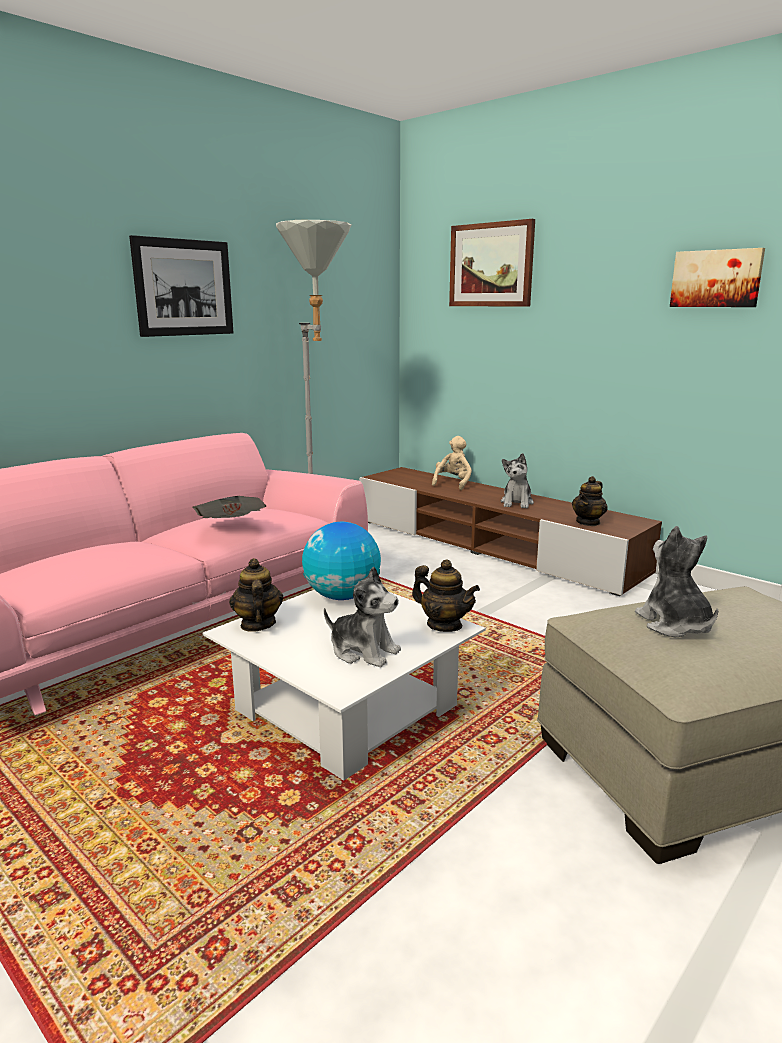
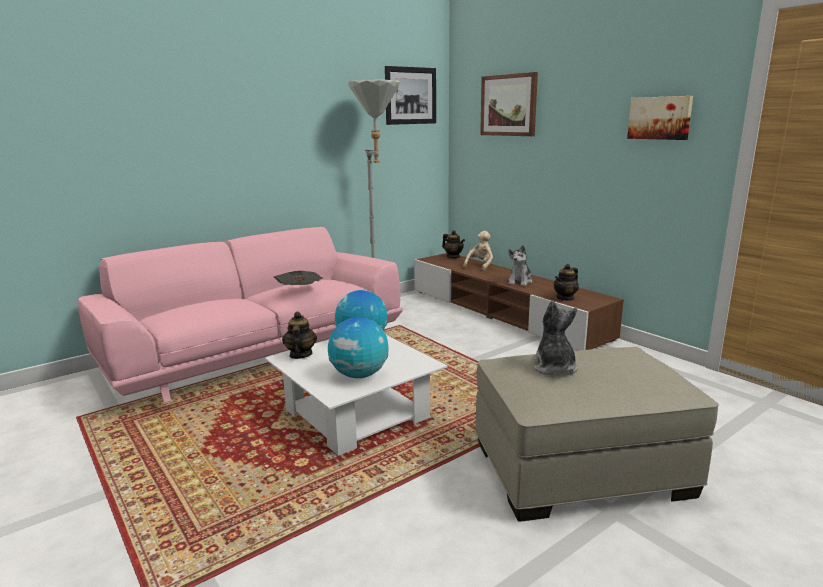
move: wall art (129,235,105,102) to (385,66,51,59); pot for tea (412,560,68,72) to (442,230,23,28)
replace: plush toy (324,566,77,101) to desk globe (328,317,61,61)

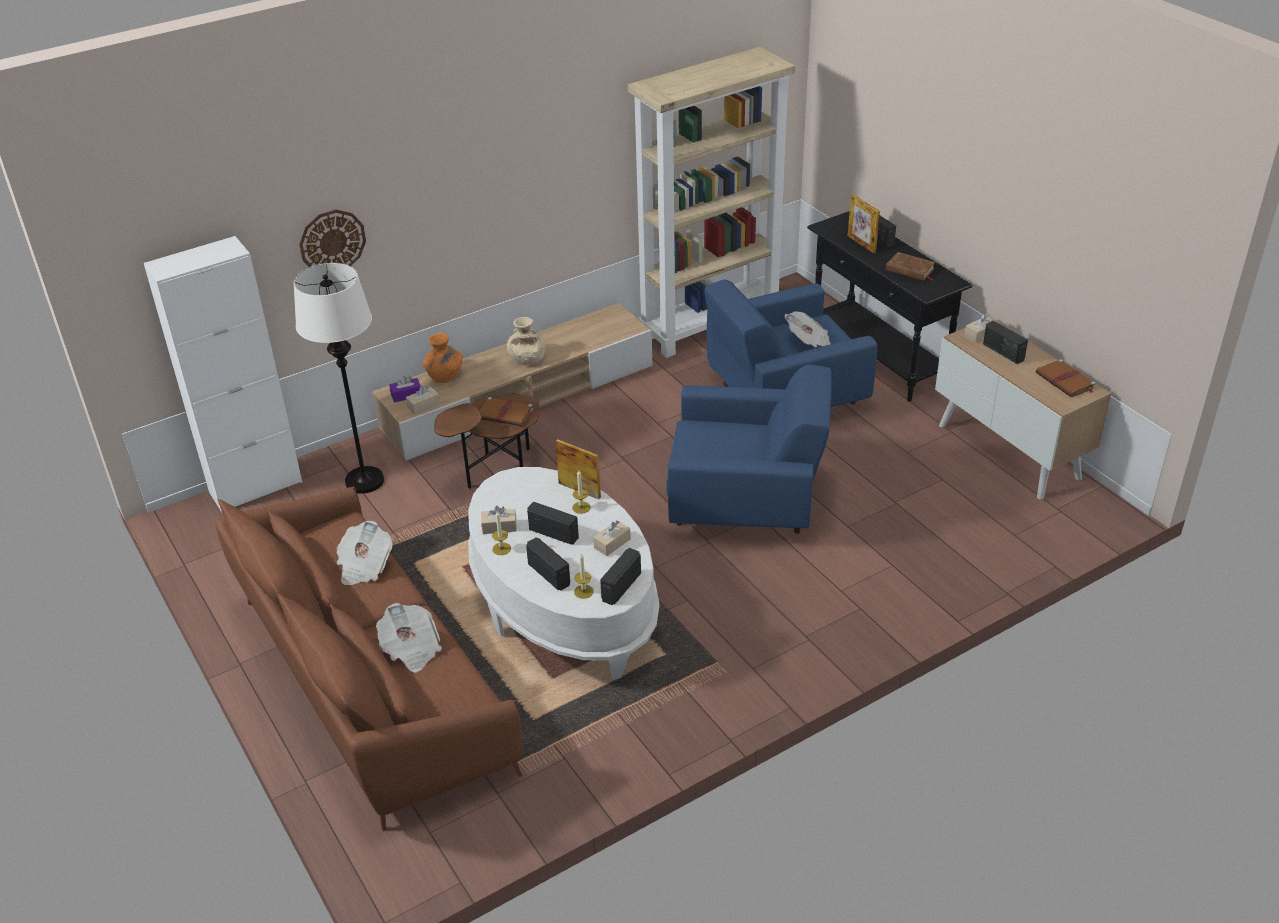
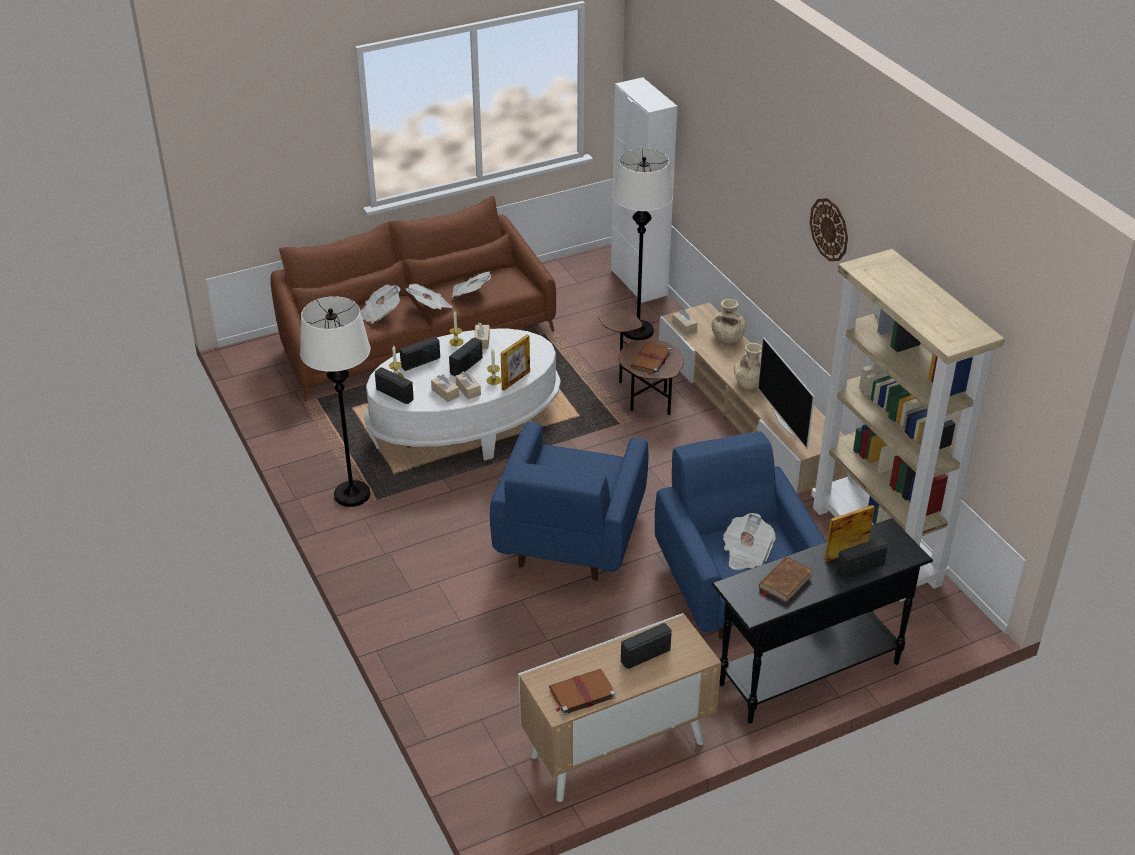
delete: tissue box/purple-coloured (389,376,32,27)
insert: standard lamp/white-coloured (300,296,70,211); printed paper (406,284,46,26); TV (758,337,57,112)
move: clock on the wall (299,209,67,58) to (810,198,38,63); tissue box/sand-coloured (964,313,34,30) to (455,371,26,28)
recolor: vase/orangey (422,333,41,50) to vase/sand-coloured (711,299,35,44)

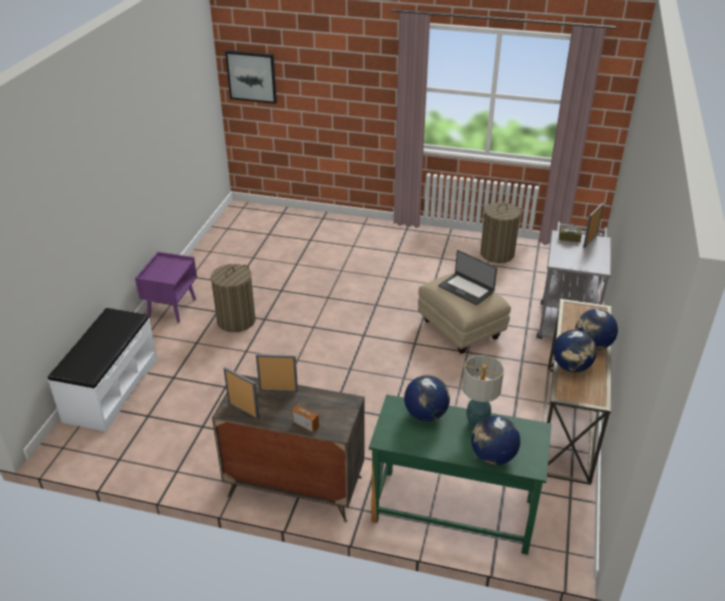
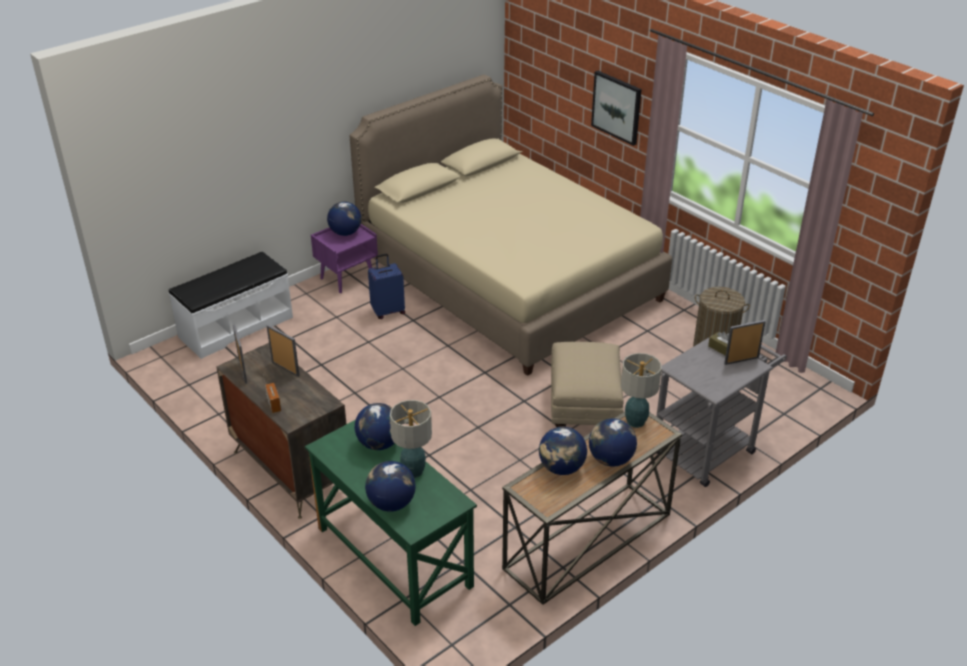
delete: notebook computer (438,250,59,55)
insert: desk globe (327,202,34,34); bedroom bed/sand-coloured (350,75,322,301); table lamp (621,353,41,75)
move: wall art (225,50,52,54) to (591,71,51,75)
replace: hamper (211,264,44,68) to travel case/blue (368,254,37,65)

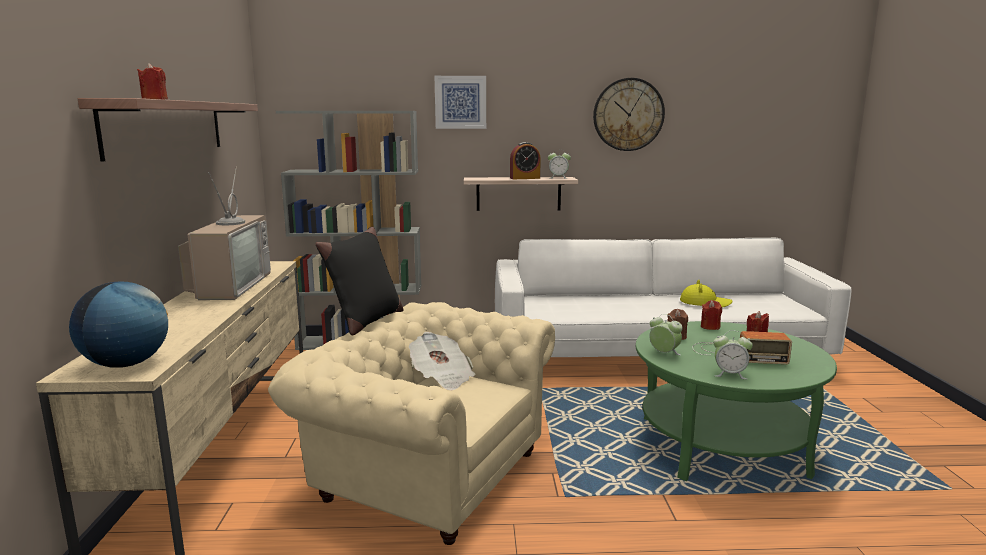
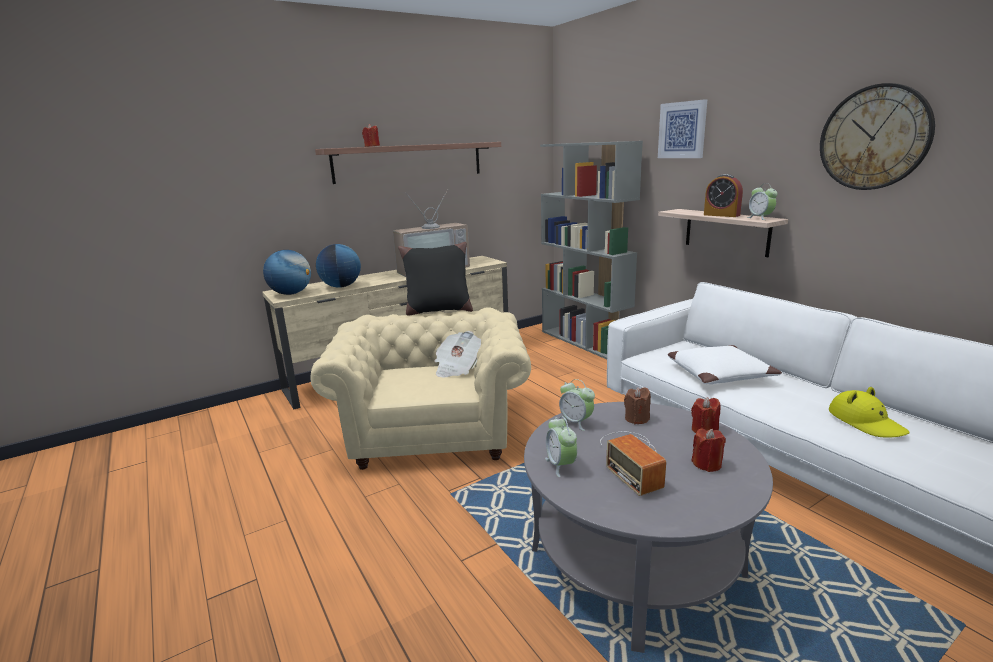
insert: desk globe (316,244,45,44); throw pillow/white-coloured (668,345,114,39)
recolor: low table/green-coloured (636,321,201,160) to low table/gray (524,402,249,251)
rotate: bedside clock (649,314,34,41) = (559,379,36,52) 120 degrees clockwise

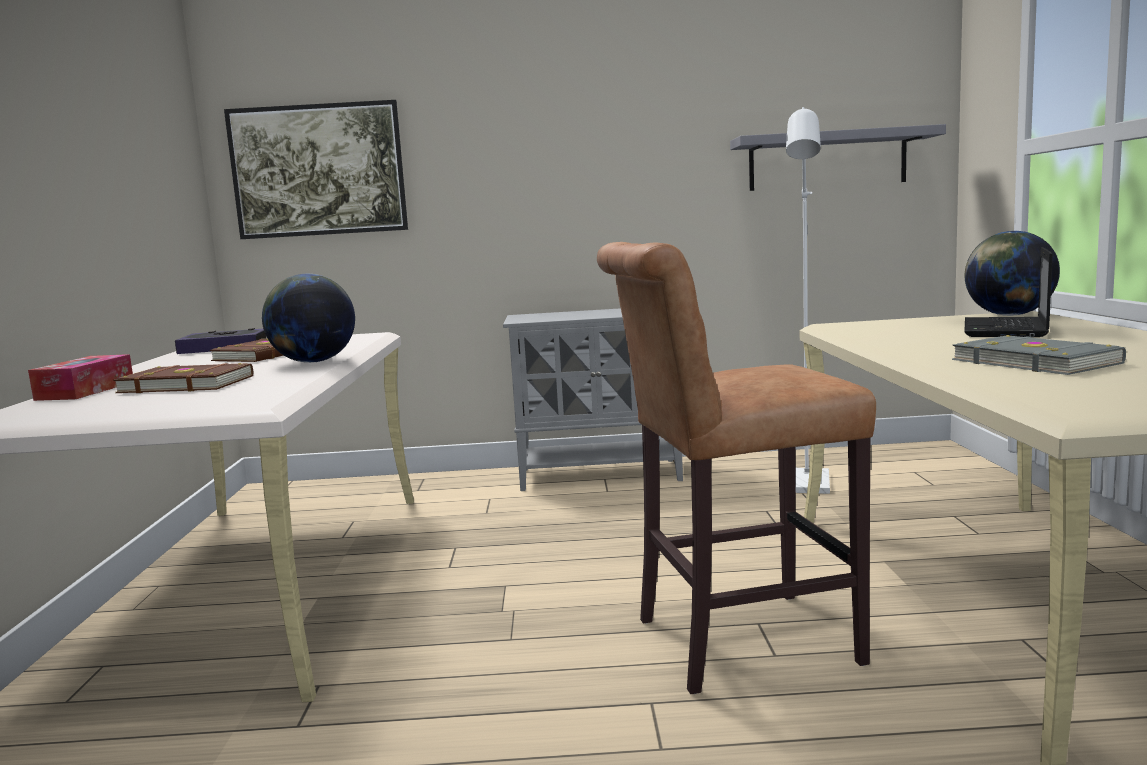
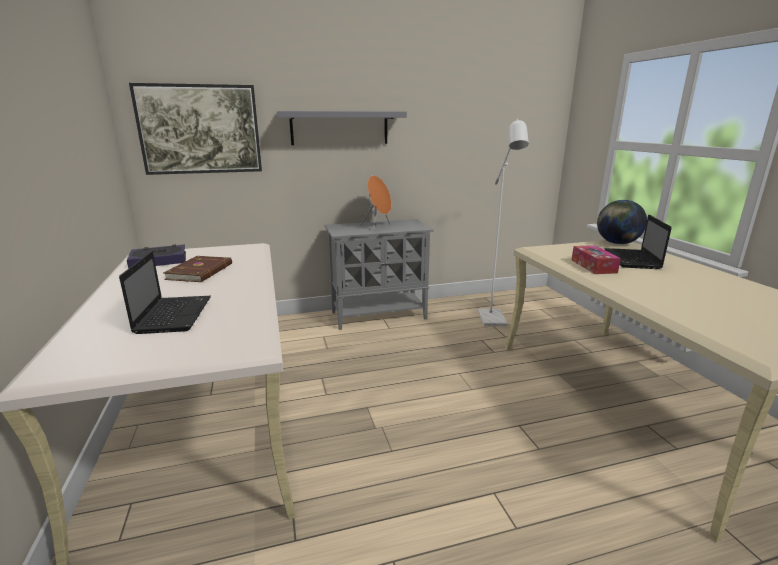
delete: desk globe (262,274,93,89); stool/brown-coloured (597,242,279,452); volume/gray (952,335,174,40)
insert: speaker/orangey (360,175,31,56)
move: tissue box (28,354,105,47) to (572,245,49,29); shelf/gray (730,124,216,67) to (277,111,130,34)
replace: volume/brown-coloured (113,363,140,30) to notebook computer (119,251,92,83)

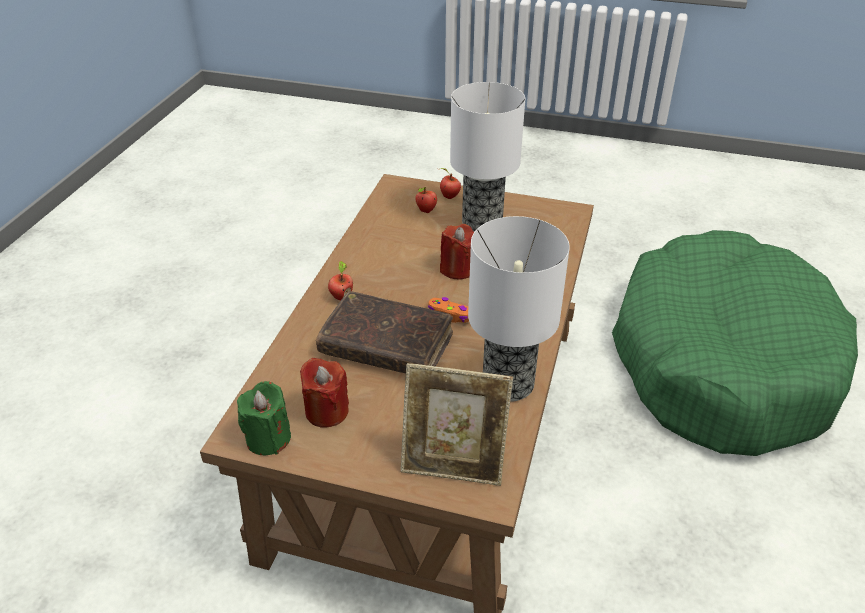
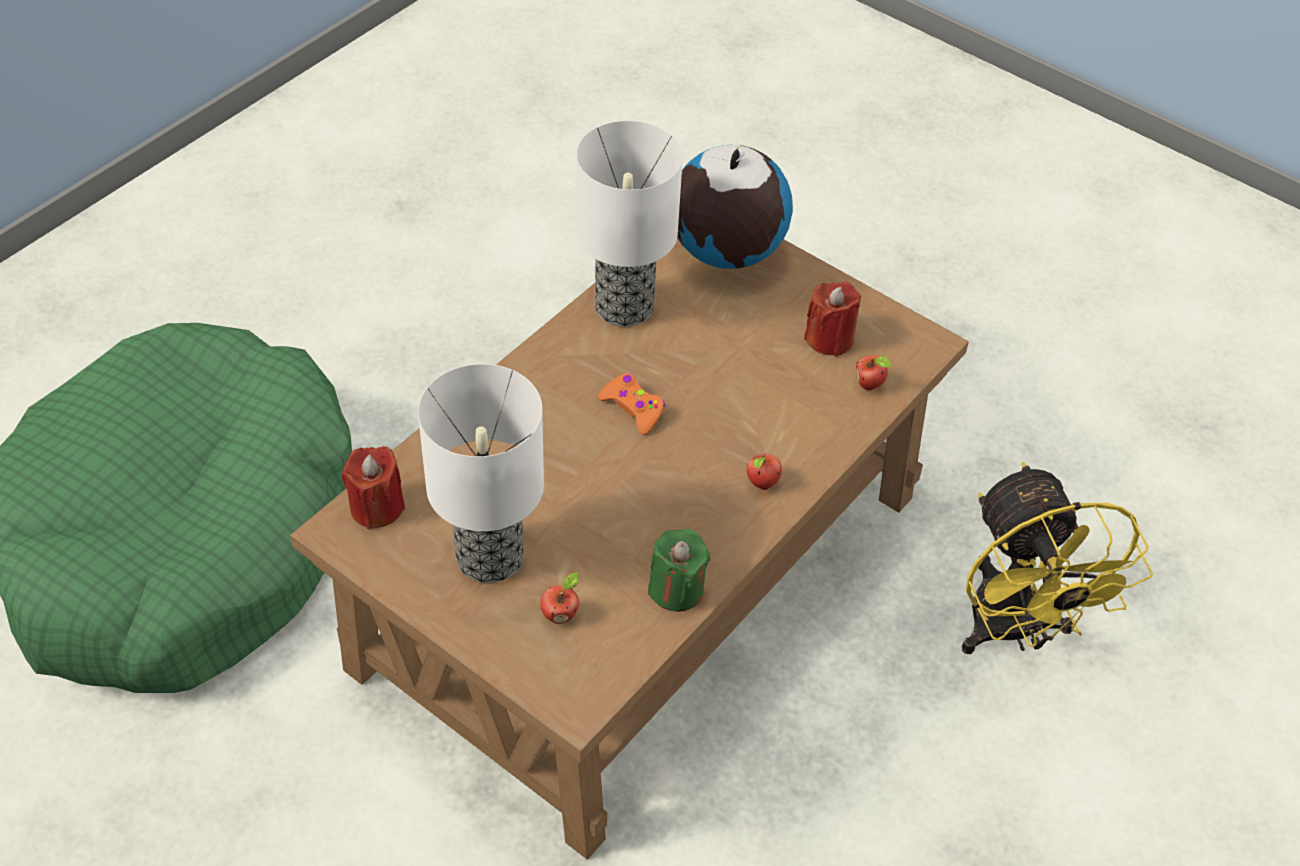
delete: volume/brown-coloured (316,291,137,82)
insert: cooling fan/yellow-coloured (961,462,192,192)
move: wax candle/green-coloured (237,381,54,74) to (648,529,62,83); apple fruit (440,168,21,31) to (856,355,36,35); wax candle/red-coloured (440,224,34,56) to (342,446,63,84)
replace: picture frame (401,363,112,123) to desk globe (677,145,116,124)

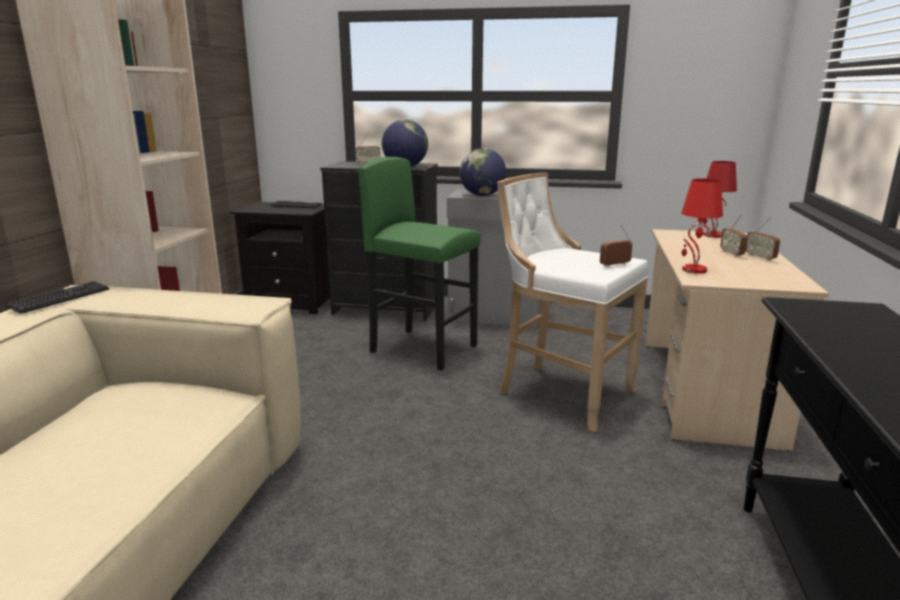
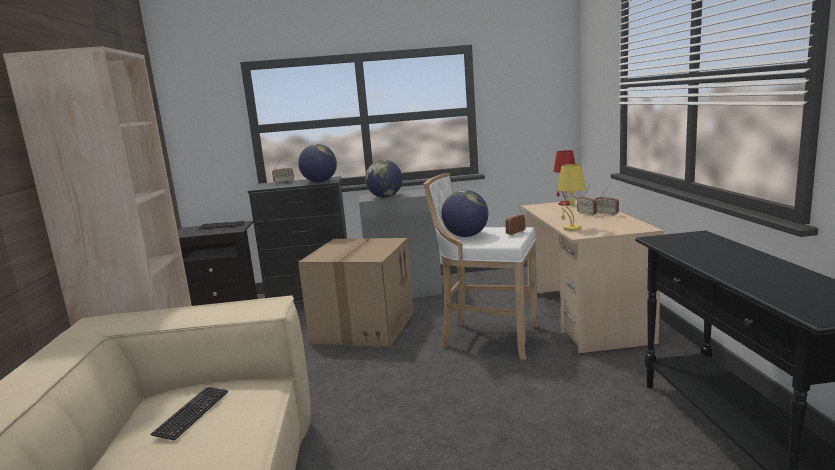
insert: desk globe (441,190,48,47)
move: computer keyboard (5,281,104,33) to (150,387,78,54)
replace: stool/green-coloured (358,157,123,214) to carton (298,238,116,109)
recolor: table lamp/red-coloured (681,178,42,96) to table lamp/yellow-coloured (557,164,29,67)

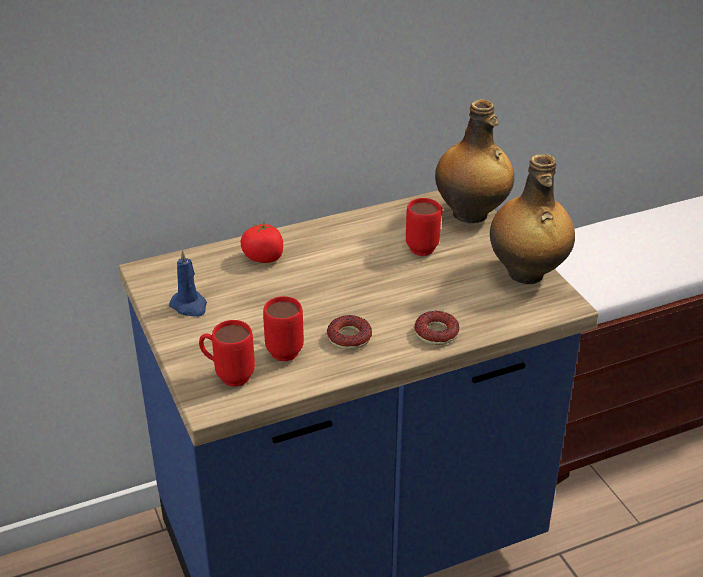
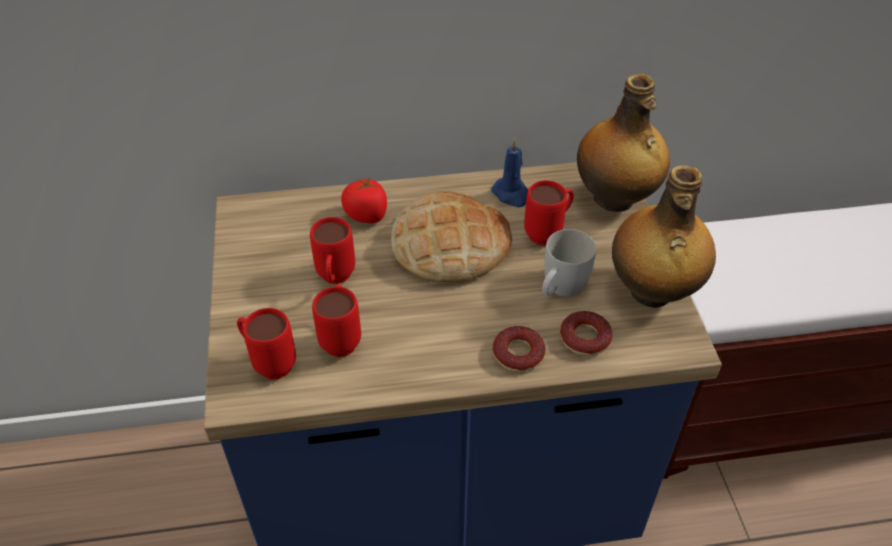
insert: coffee mug/red-coloured (310,217,45,67); baked bread (391,191,121,91); coffee mug/white-coloured (542,229,54,68)
move: wax candle/blue (169,249,38,68) to (491,138,37,70); donut (327,315,45,35) to (560,311,52,45)

